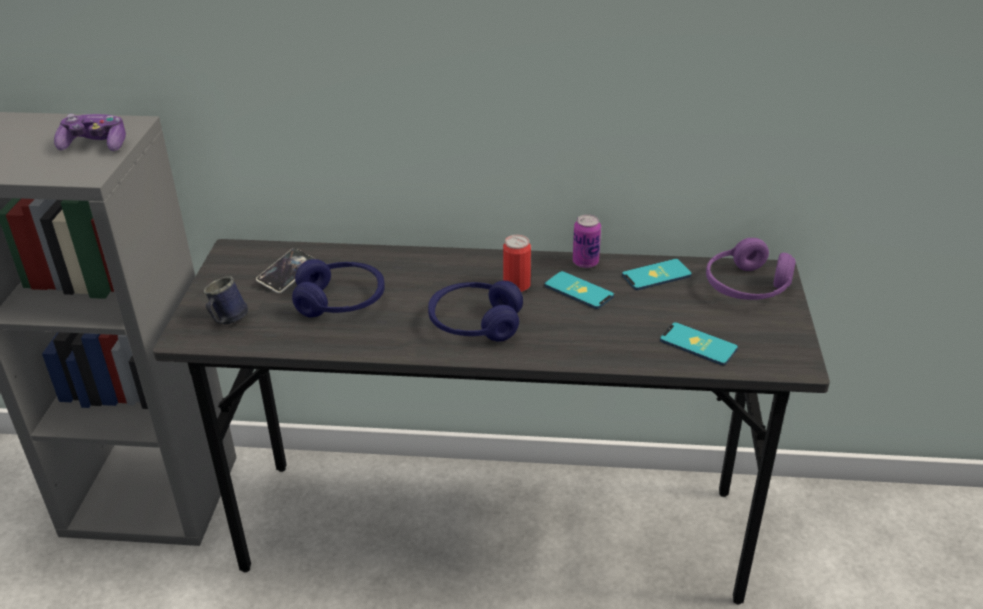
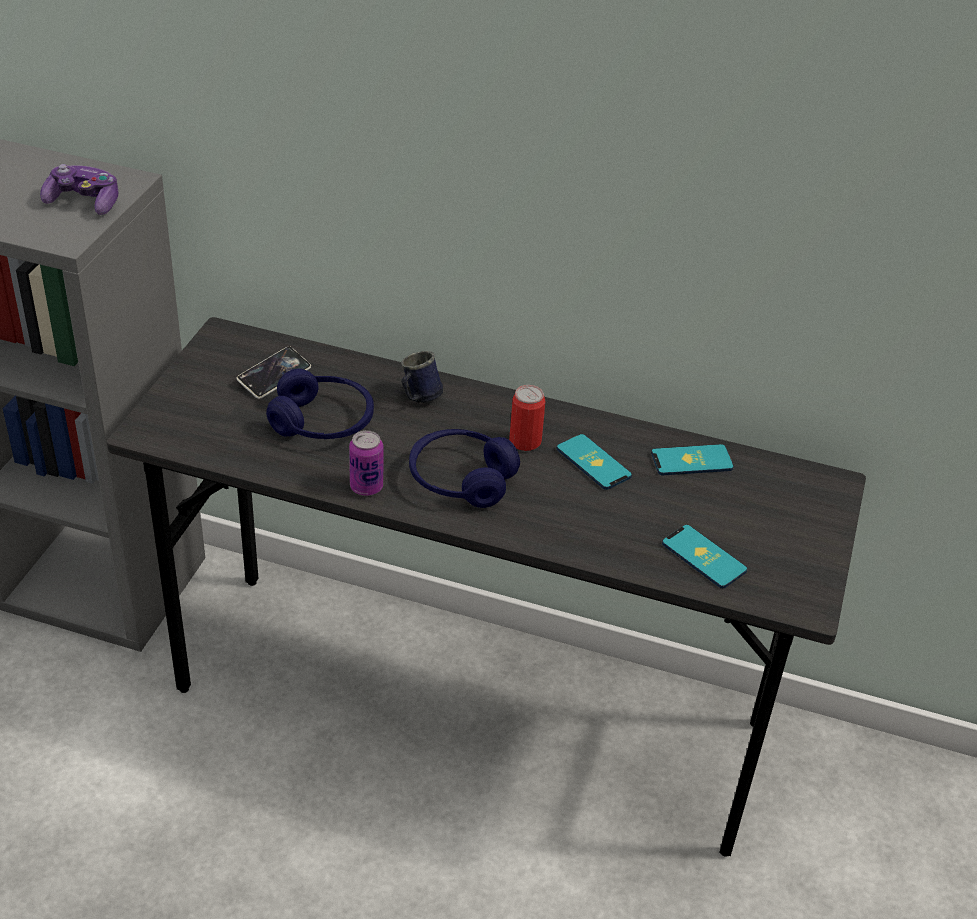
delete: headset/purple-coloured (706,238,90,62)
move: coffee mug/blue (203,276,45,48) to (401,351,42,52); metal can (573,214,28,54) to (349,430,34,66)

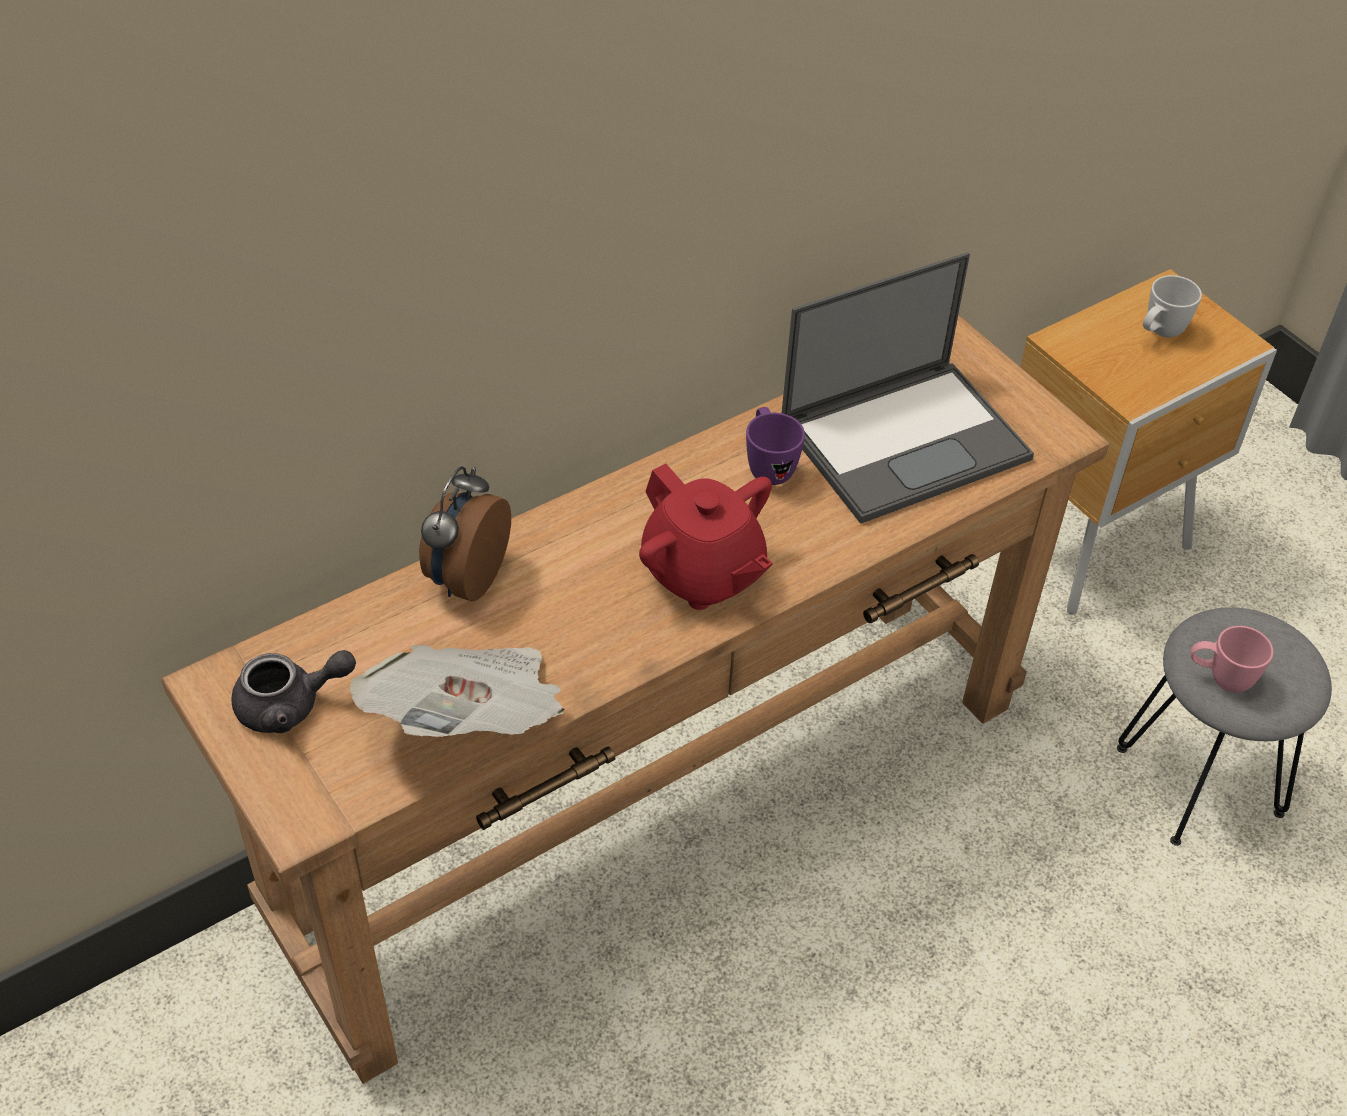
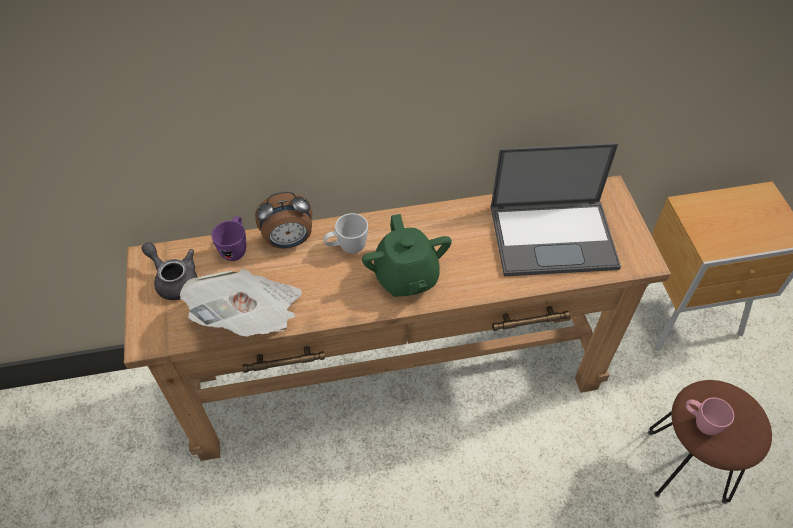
move: coffee mug/purple-coloured (746,407,59,78) to (211,216,35,45); coffee mug/white-coloured (1143,275,59,62) to (323,213,45,41)
recolor: pot for tea/red-coloured (639,464,134,146) to pot for tea/green-coloured (362,214,90,83); stool/gray (1117,607,215,239) to stool/brown-coloured (648,380,124,124)
rotate: pot for tea/gray (232,650,124,83) = (141,242,57,58) 150 degrees counterclockwise; bedside clock (419,466,92,136) = (255,191,57,58) 150 degrees counterclockwise

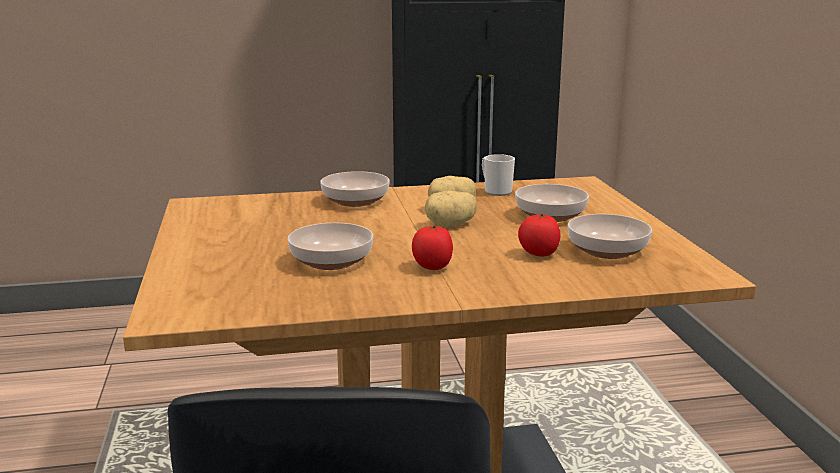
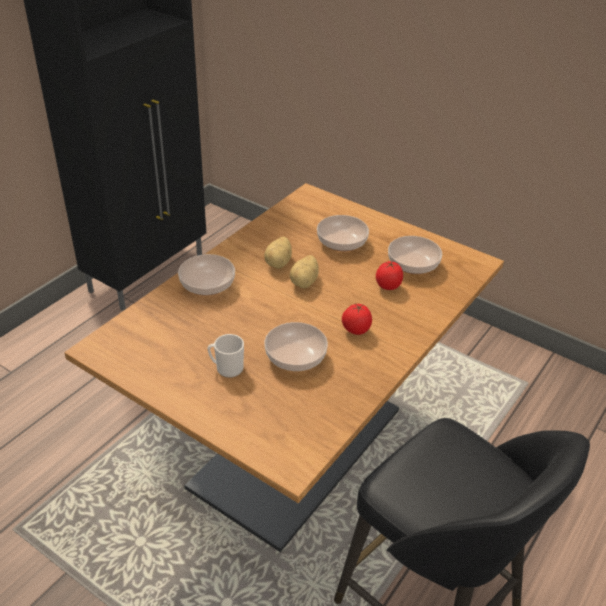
move: coffee mug (482,154,33,42) to (208,334,36,44)

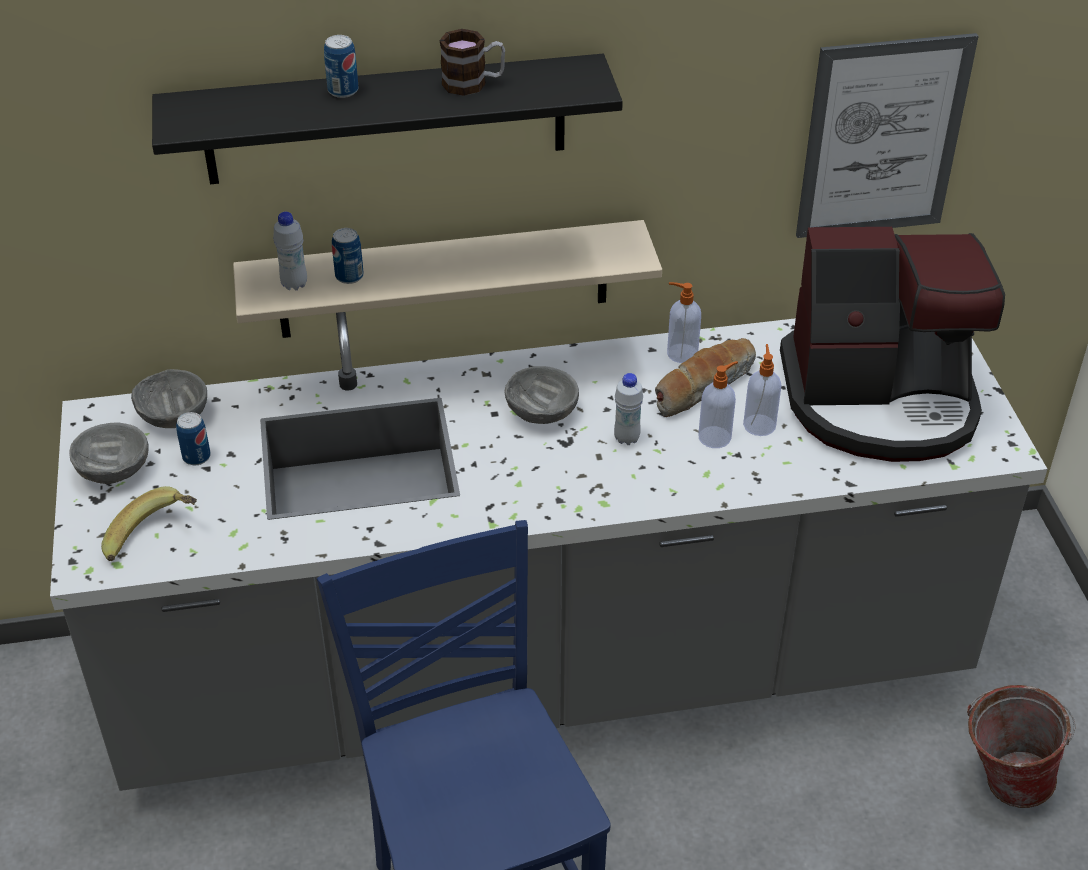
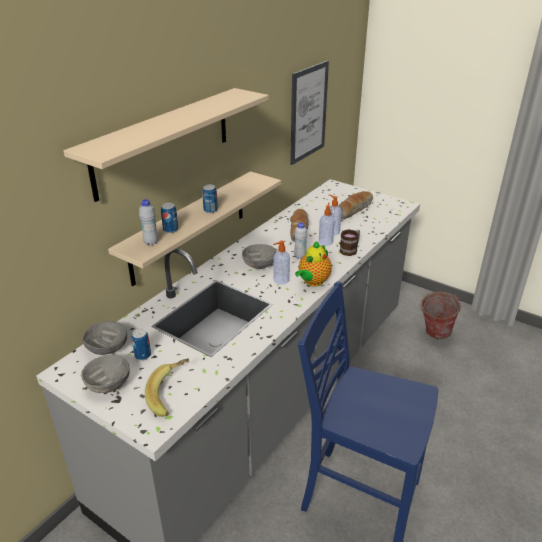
insert: pot for tea (295,241,37,45)
move: metal can (324,35,35,63) to (202,185,16,28); coffee mug (439,29,66,67) to (339,229,21,27); soap dispenser (667,282,34,81) to (273,241,17,43)
replace: coffee brewer (780,227,225,235) to baked bread (339,191,34,28)
recolor: shelf/blackish (152,54,471,130) to shelf/sand-coloured (63,88,206,114)

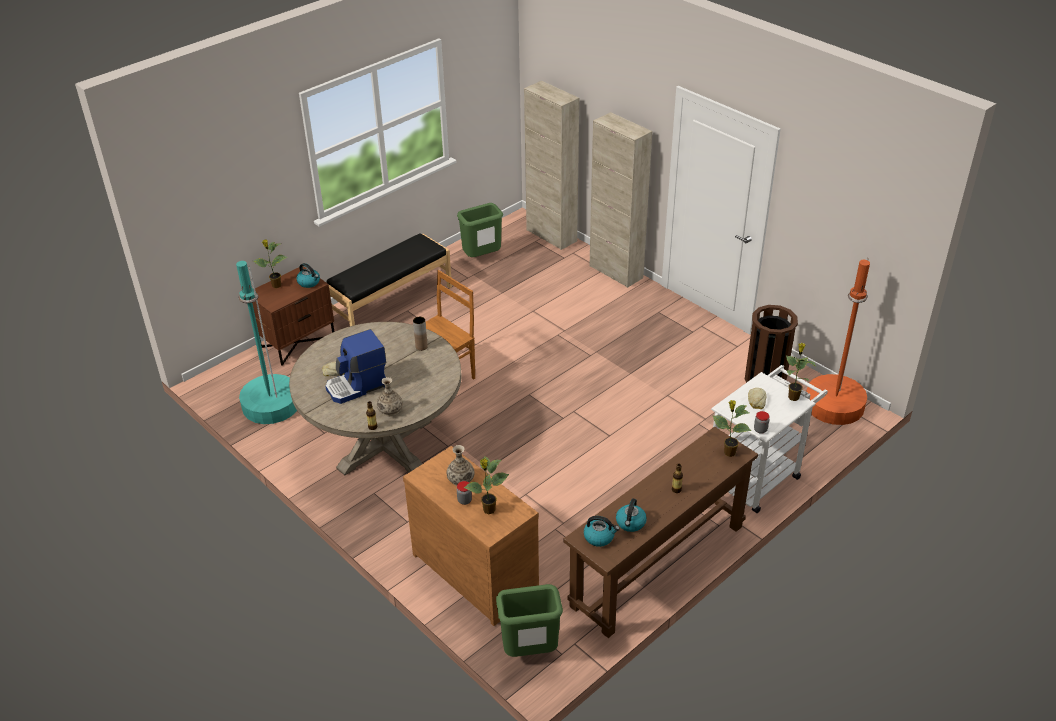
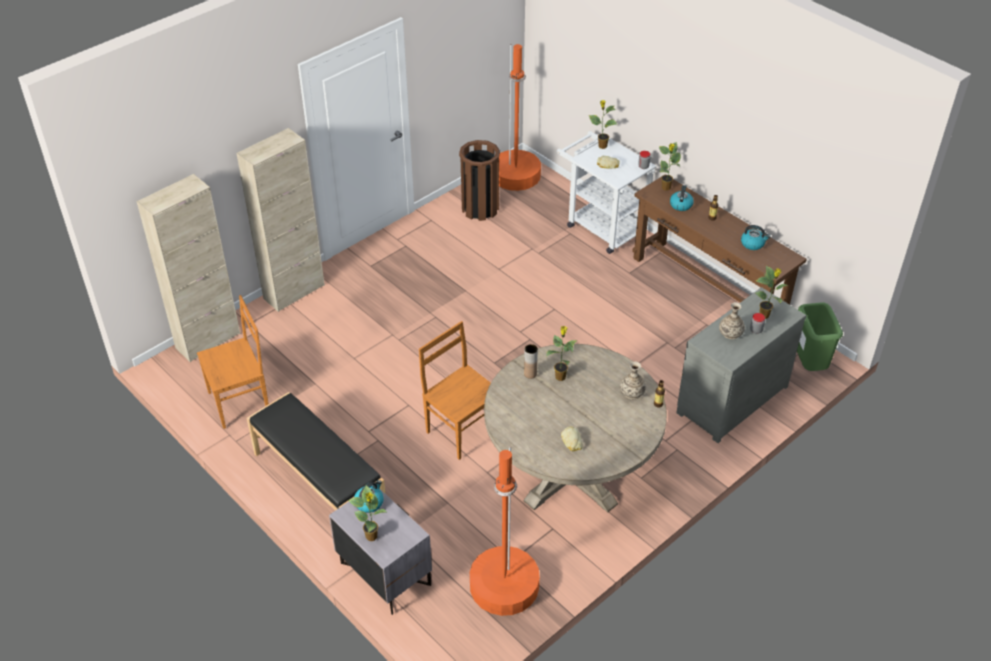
delete: coffee brewer (326,329,61,75)
insert: plant in a pot (546,326,32,55)
move: water kettle (584,516,35,31) to (670,185,24,26)
replace: waste bin/green-coloured (457,203,46,54) to chair/brown-coloured (197,295,72,134)
recolor: standard lamp/turquoise (236,261,61,163) to standard lamp/orangey (470,446,70,170); nightstand/brown-coloured (253,266,81,100) to nightstand/gray (329,485,103,130); dresser/brown-coloured (403,446,136,180) to dresser/gray (676,287,130,156)

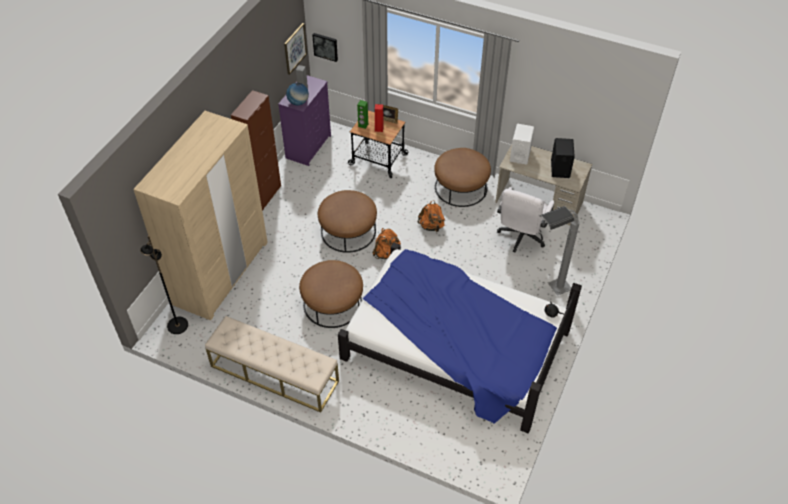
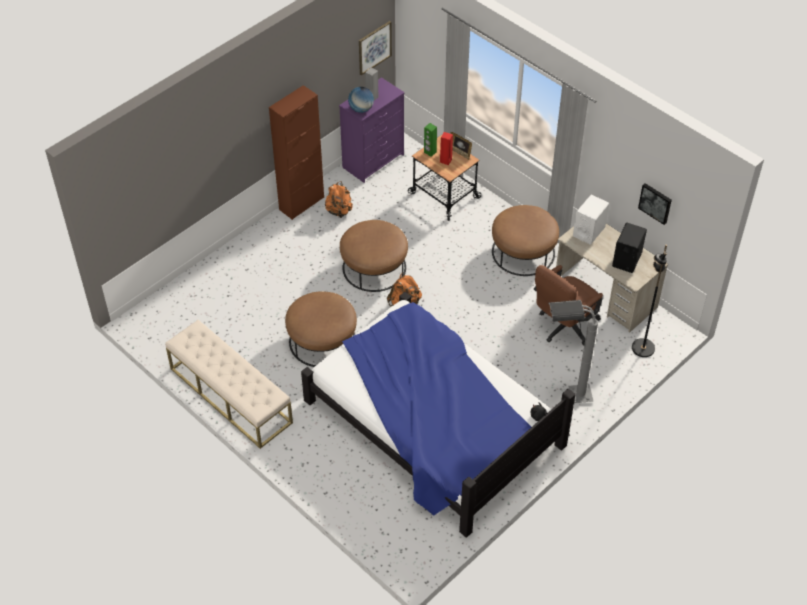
delete: clothes cupboard/sand-coloured (133,111,135,209)
move: standard lamp/blackish (140,236,48,98) to (632,245,35,112); wall art (312,33,26,29) to (638,183,34,42); backpack/orangey (417,200,28,33) to (325,182,28,36)
recolor: desk chair/white-coloured (497,187,57,66) to desk chair/brown-coloured (534,265,69,81)

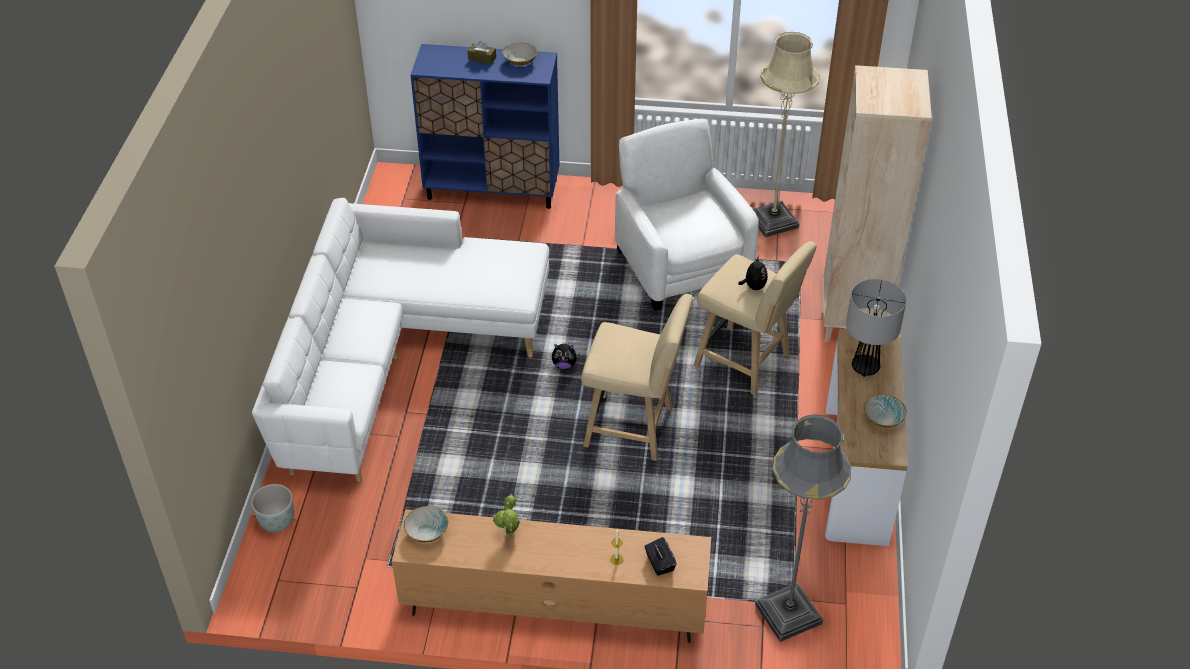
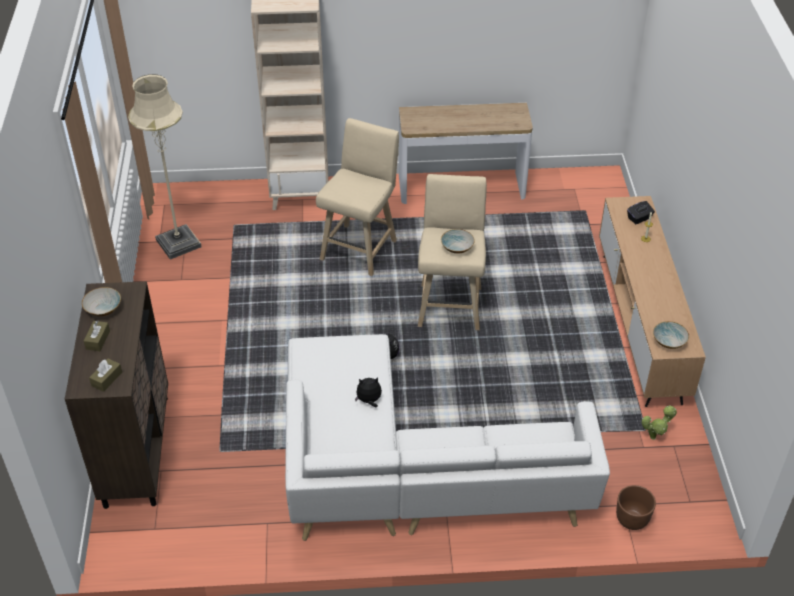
delete: easy chair/white-coloured (615,119,144,192); standard lamp/gray (755,414,96,228); table lamp (846,279,60,98)
insert: tissue box/brown-coloured (89,359,33,33)
move: plant in a pot (493,494,28,41) to (642,405,35,35); plush toy (738,256,30,34) to (355,377,27,30); serving bowl (864,395,43,33) to (441,229,34,25)
recolor: flower pot/gray (251,484,43,48) to flower pot/brown-coloured (616,485,40,45); storage cabinet/blue (410,44,149,165) to storage cabinet/brown-coloured (65,281,103,228)

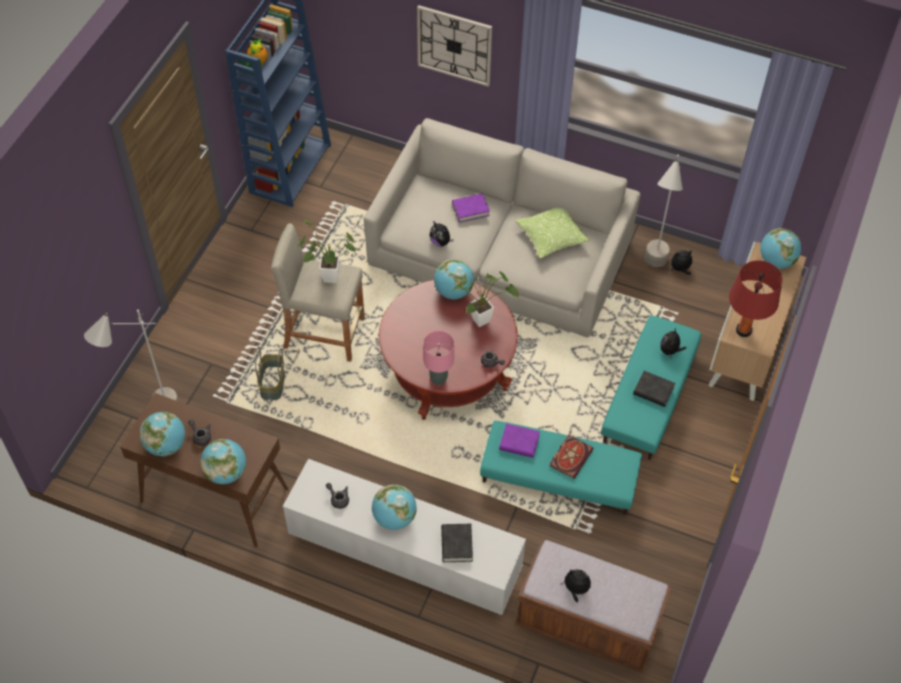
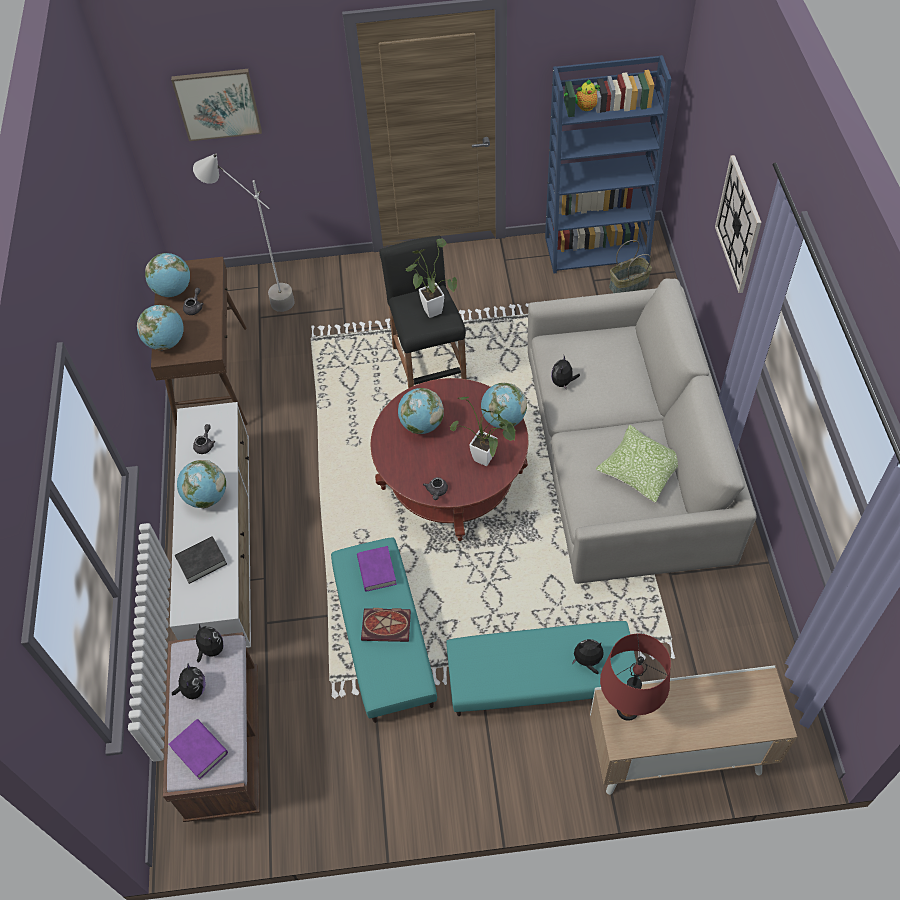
delete: table lamp/pink-coloured (423,331,31,54); volume/blackish (633,371,42,36); standard lamp/gray (645,155,38,112)
insert: wall art (171,69,91,72)
move: basket (255,347,30,53) to (609,240,43,53); volume/purple-coloured (452,193,38,30) to (168,719,60,61); plush toy (671,250,21,25) to (193,624,30,38); desk globe (760,228,41,41) to (398,388,46,46)
recolor: stool/sand-coloured (271,223,94,139) to stool/blackish (379,235,88,154)

